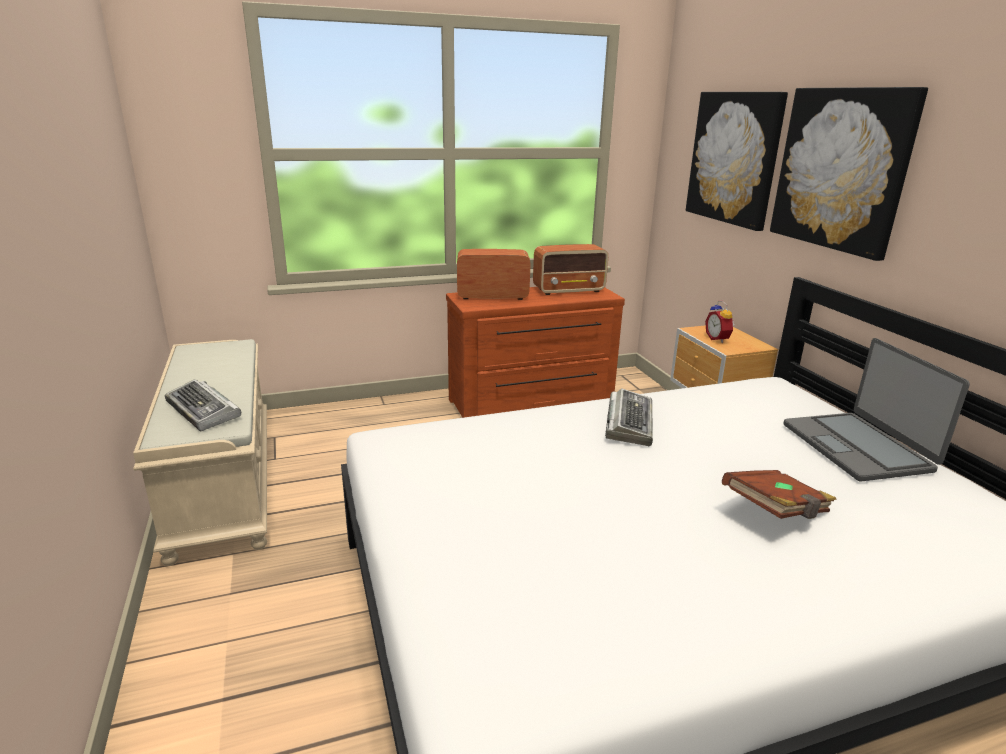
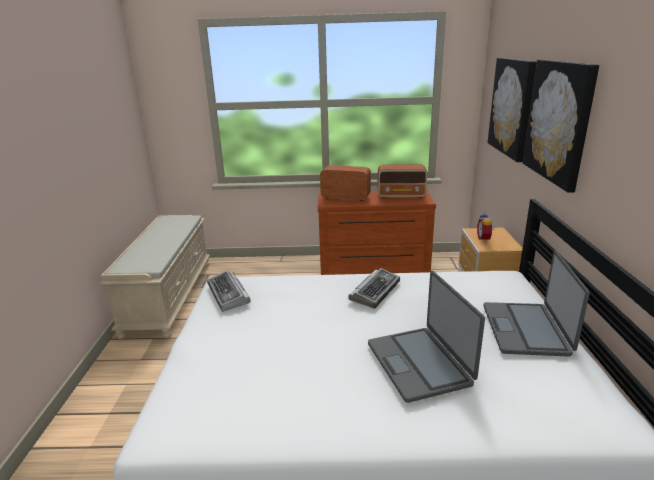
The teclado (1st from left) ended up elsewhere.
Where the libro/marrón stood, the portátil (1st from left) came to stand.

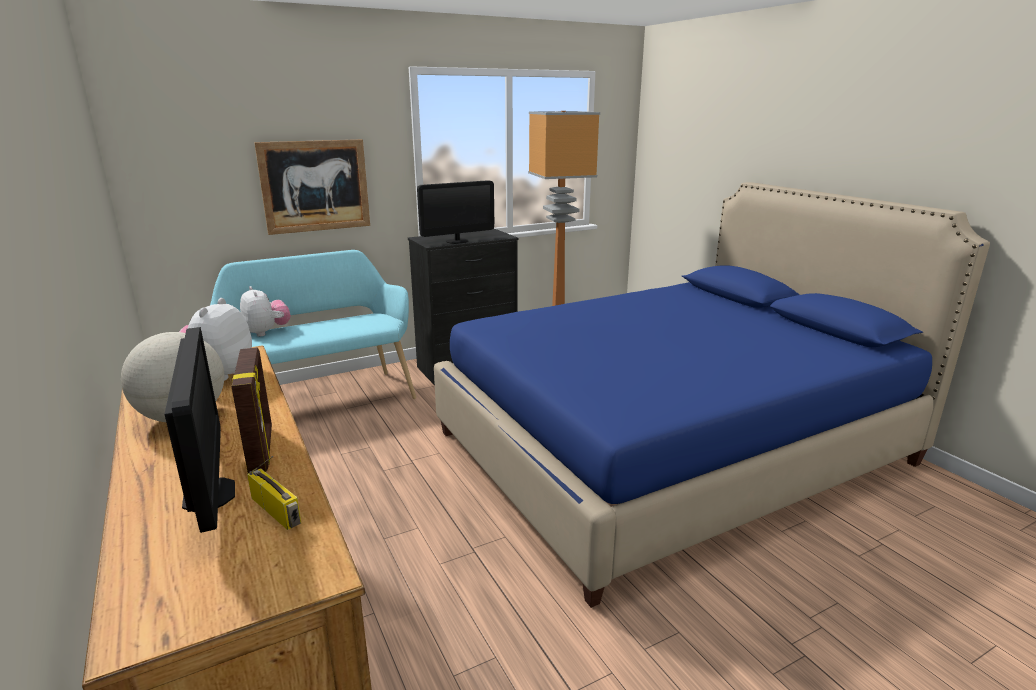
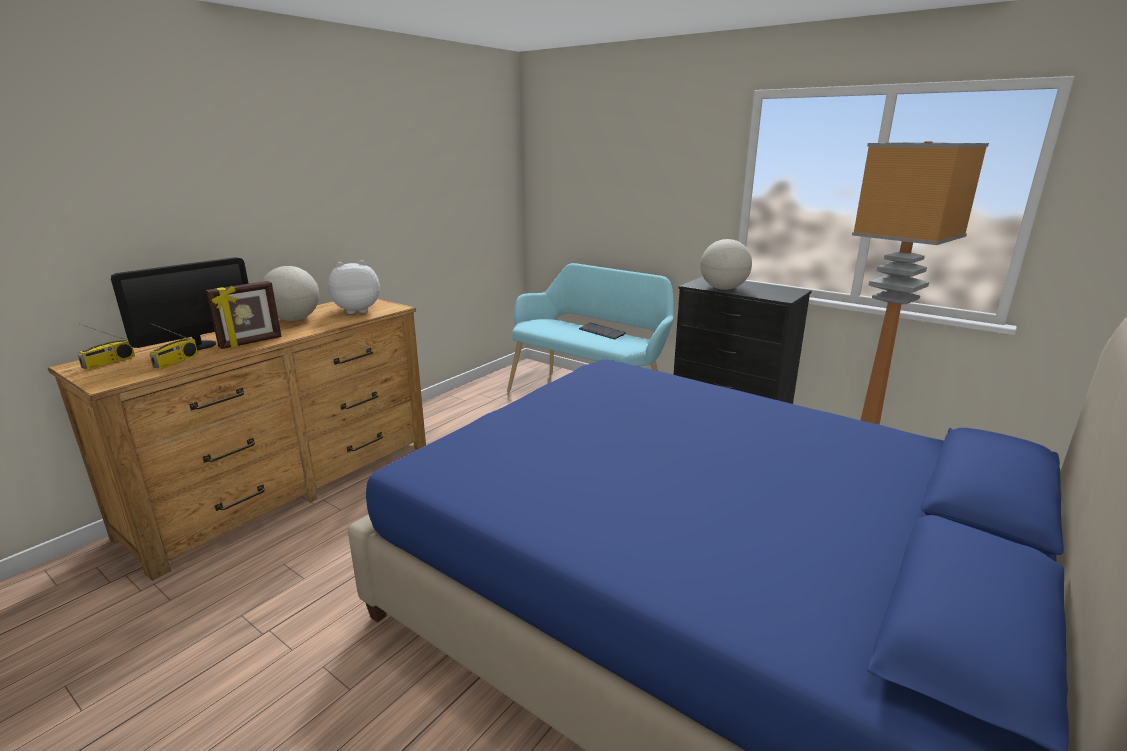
The second view lost the peluche (2nd from left).
The second view lost the cuadro.
The second view gained the radio (1st from left).
The second view gained the teclado.
Where the monitor (2nd from left) stood, the globo terráqueo (2nd from left) came to stand.

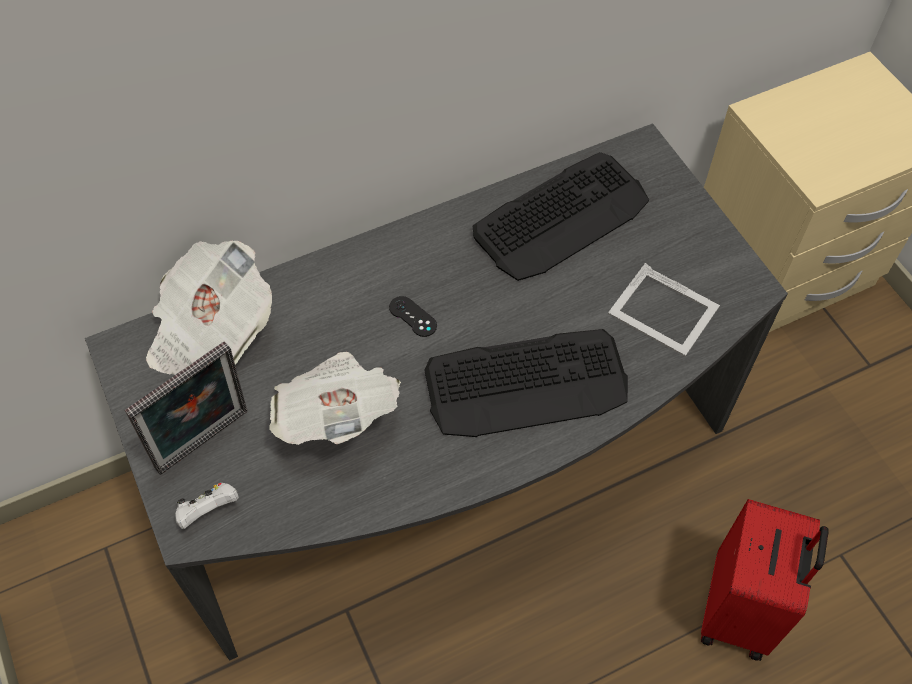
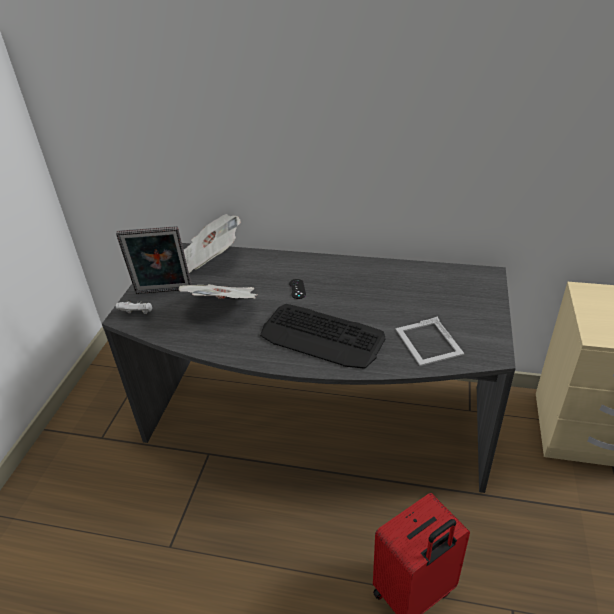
The second view lost the teclado (2nd from left).

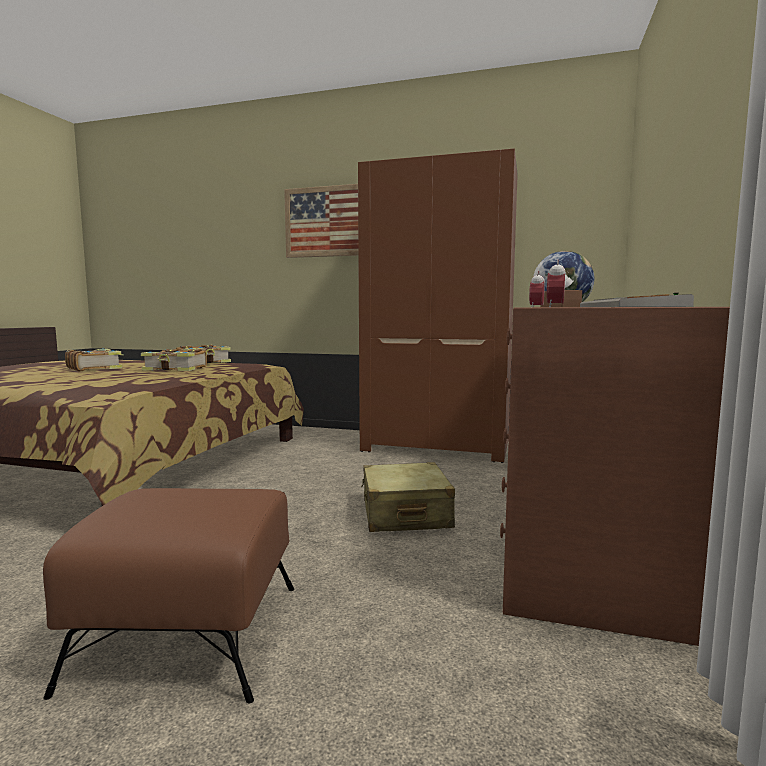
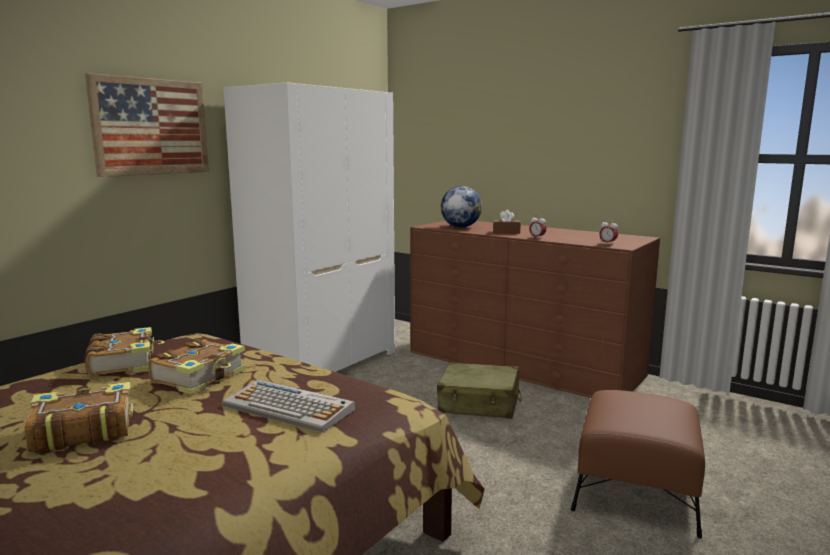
The teclado ended up elsewhere.
What was the armario ropero/marrón turned into the armario ropero/blanco.

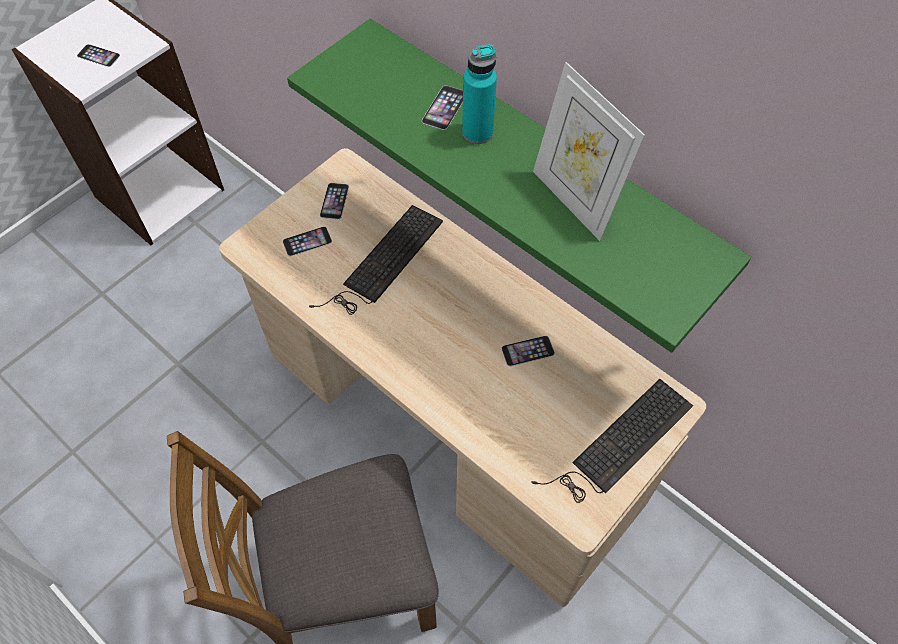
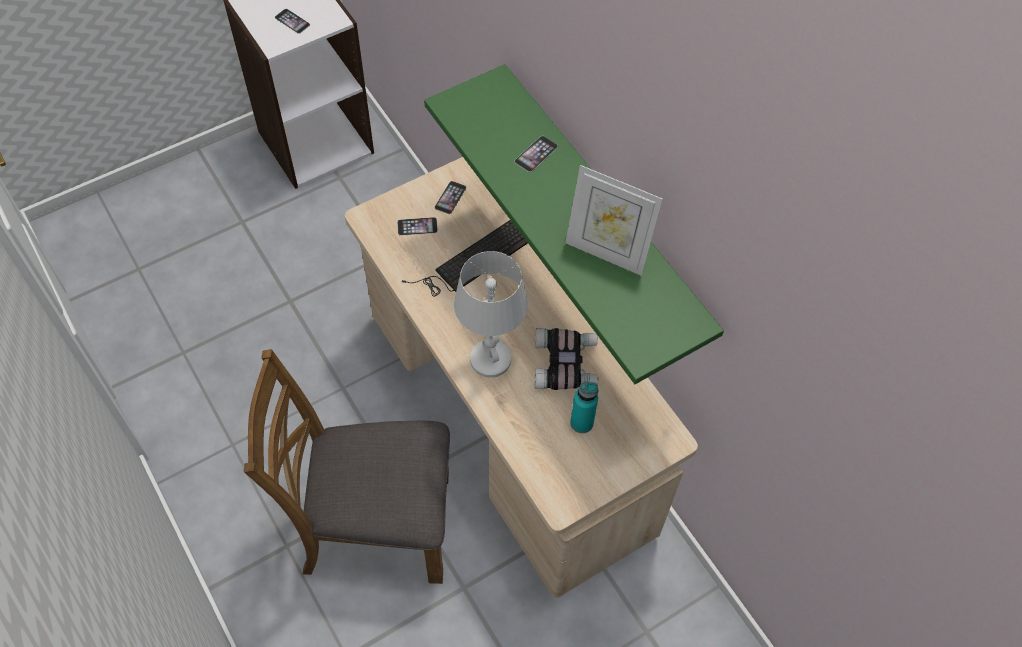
The second view lost the teclado (2nd from left).
The second view gained the lámpara de mesa/blanco.
The botella/turquesa ended up elsewhere.
Where the móvil (5th from left) stood, the prismáticos came to stand.
The portarretratos ended up facing another way, 45 degrees counterclockwise from before.

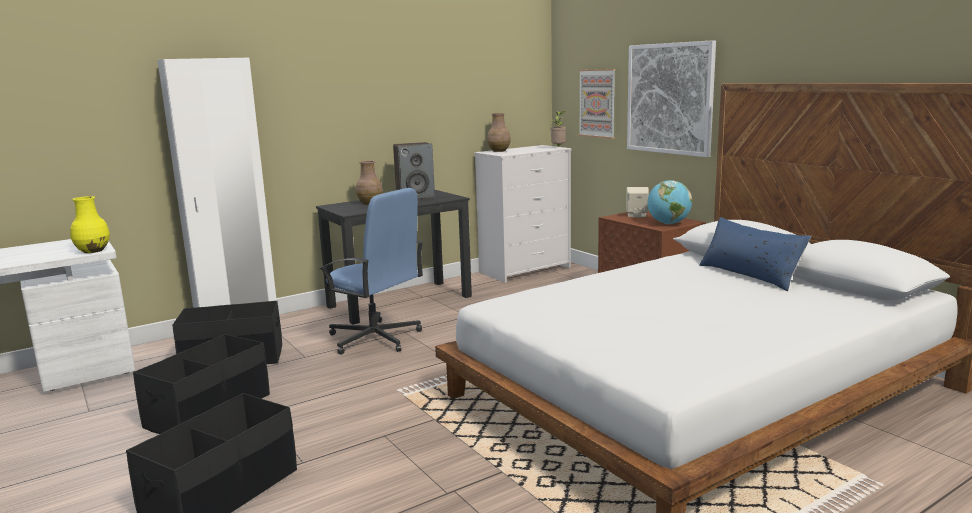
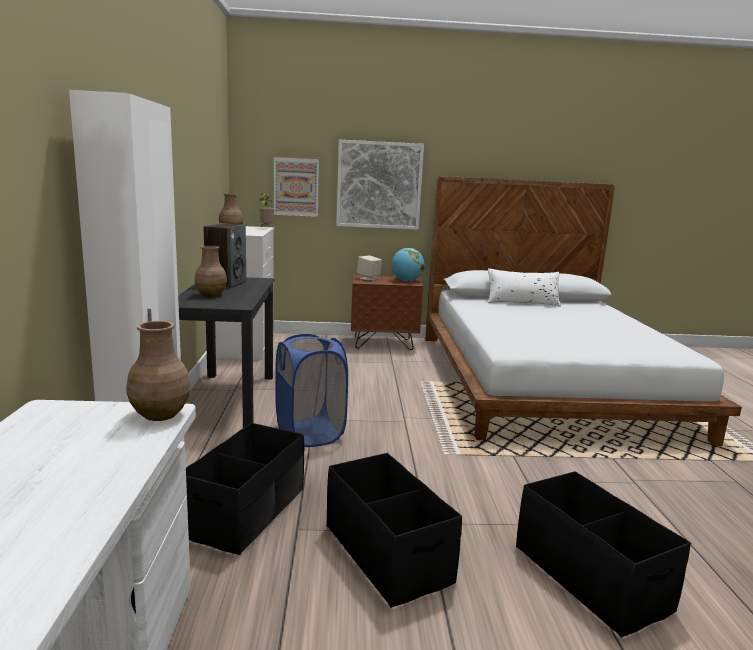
Where the silla de oficina/azul stood, the cesto de la ropa/azul came to stand.
What was the florero/amarillo turned into the florero/marrón (1st from left).
What was the cojín/azul turned into the cojín/blanco.

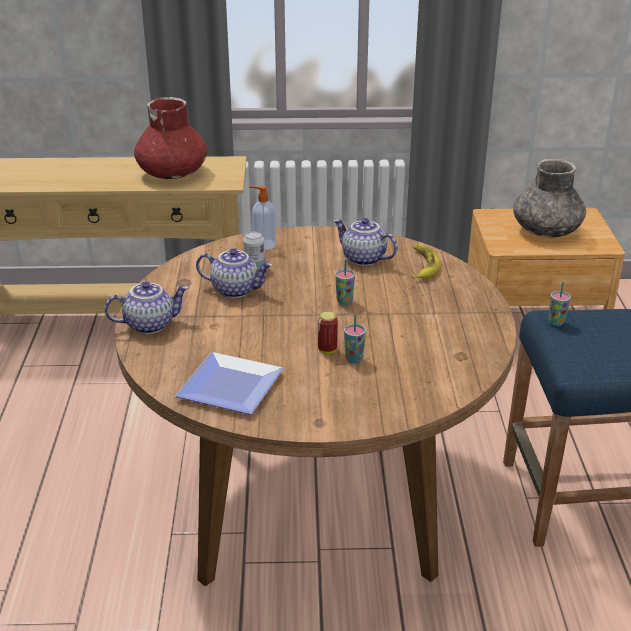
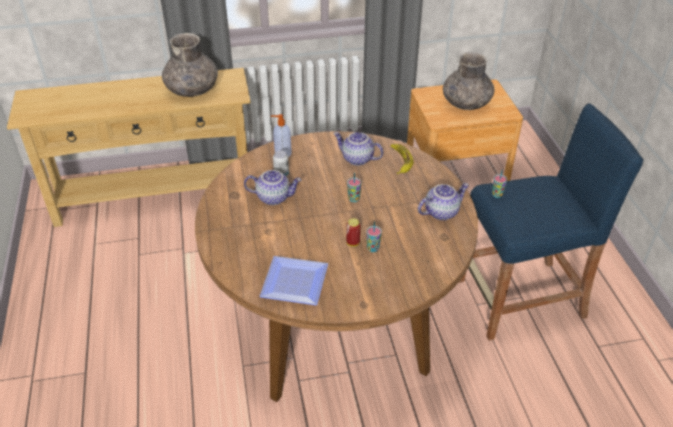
The tetera (1st from left in the first image) ended up elsewhere.
What was the florero/rojo turned into the florero/gris (1st from left).

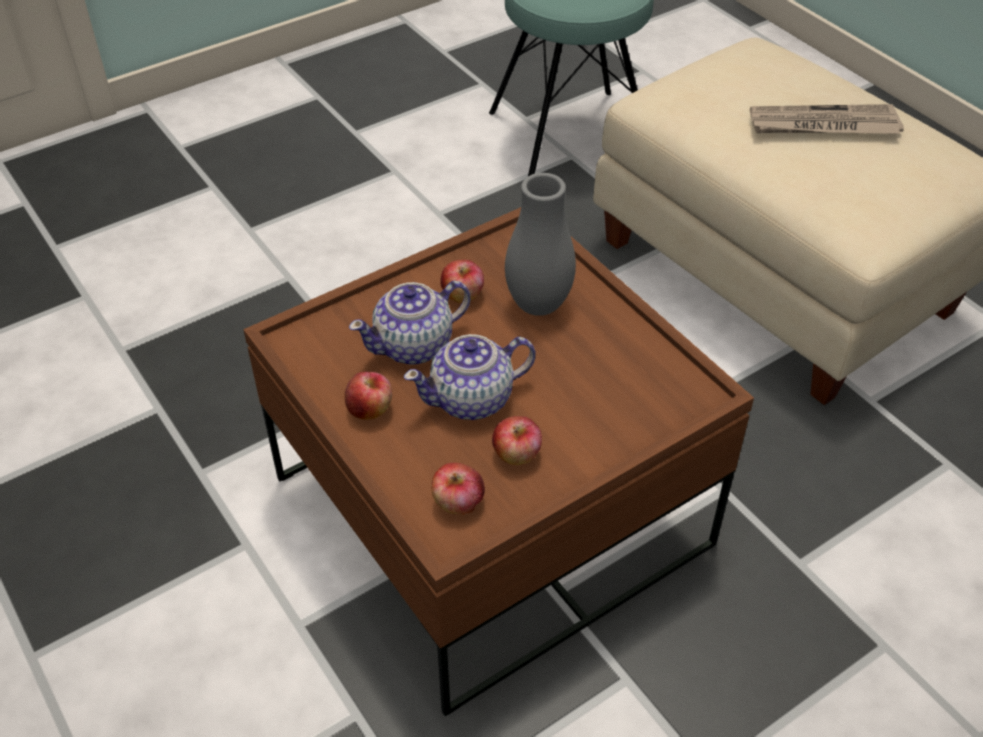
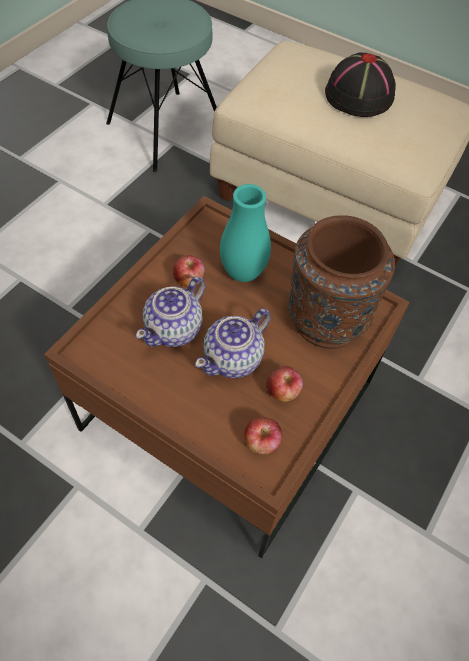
The second view lost the manzana (1st from left).
The second view gained the florero/marrón.
Where the periódico stood, the sombrero/negro came to stand.
What was the florero/gris turned into the florero/turquesa.

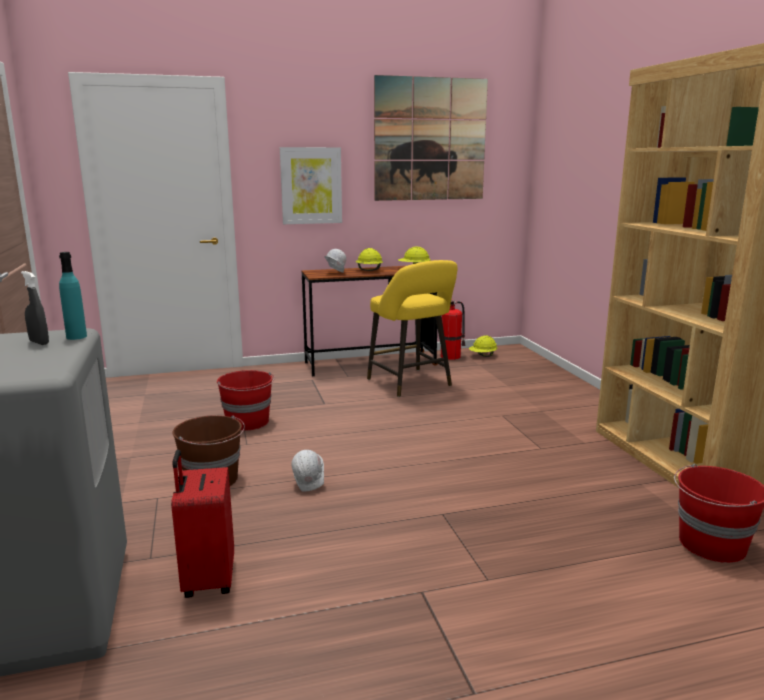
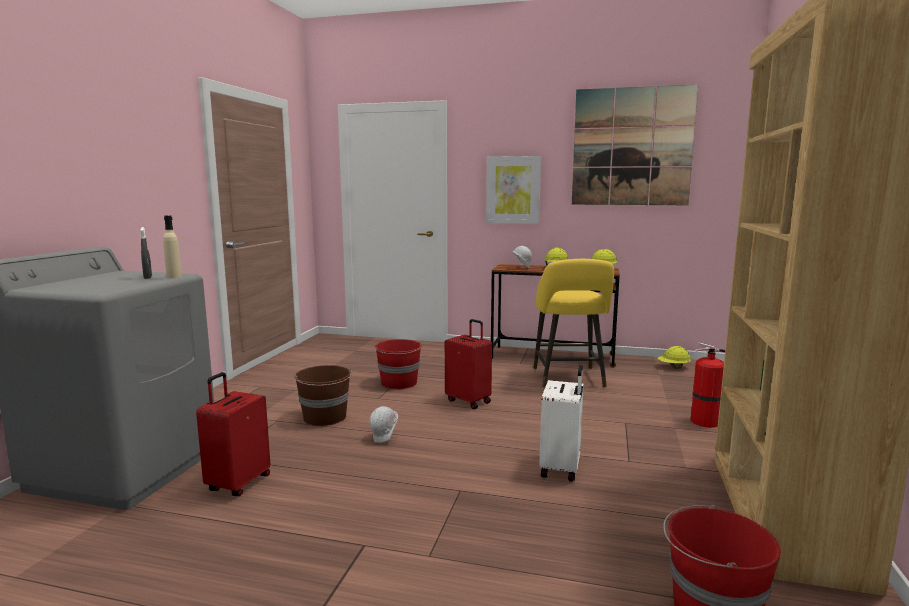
The second view gained the maleta/rojo (2nd from left).
The second view gained the maleta/blanco.
The extintor ended up elsewhere.
What was the botella/turquesa turned into the botella/beis.

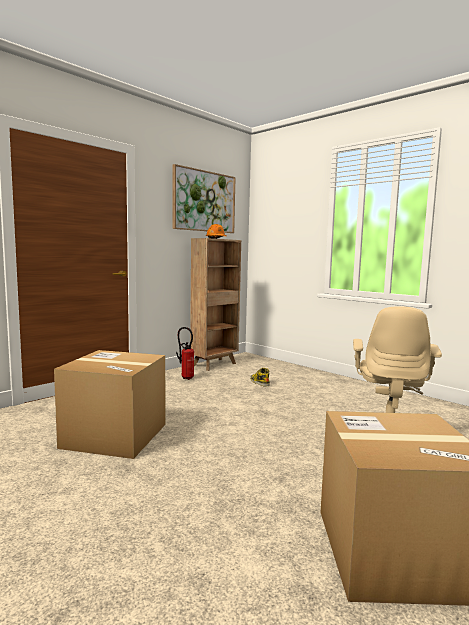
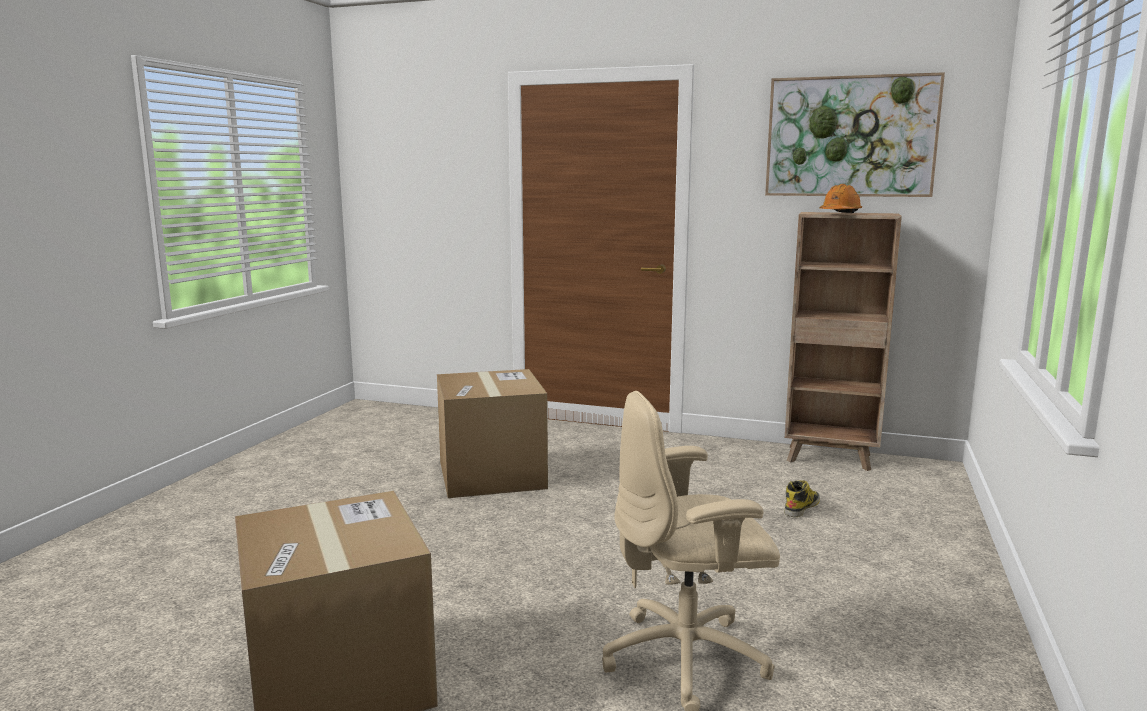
The second view lost the extintor.

